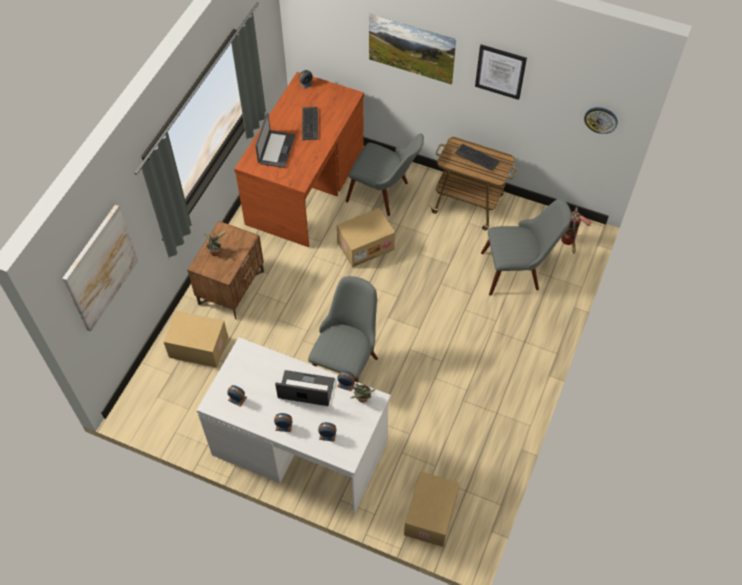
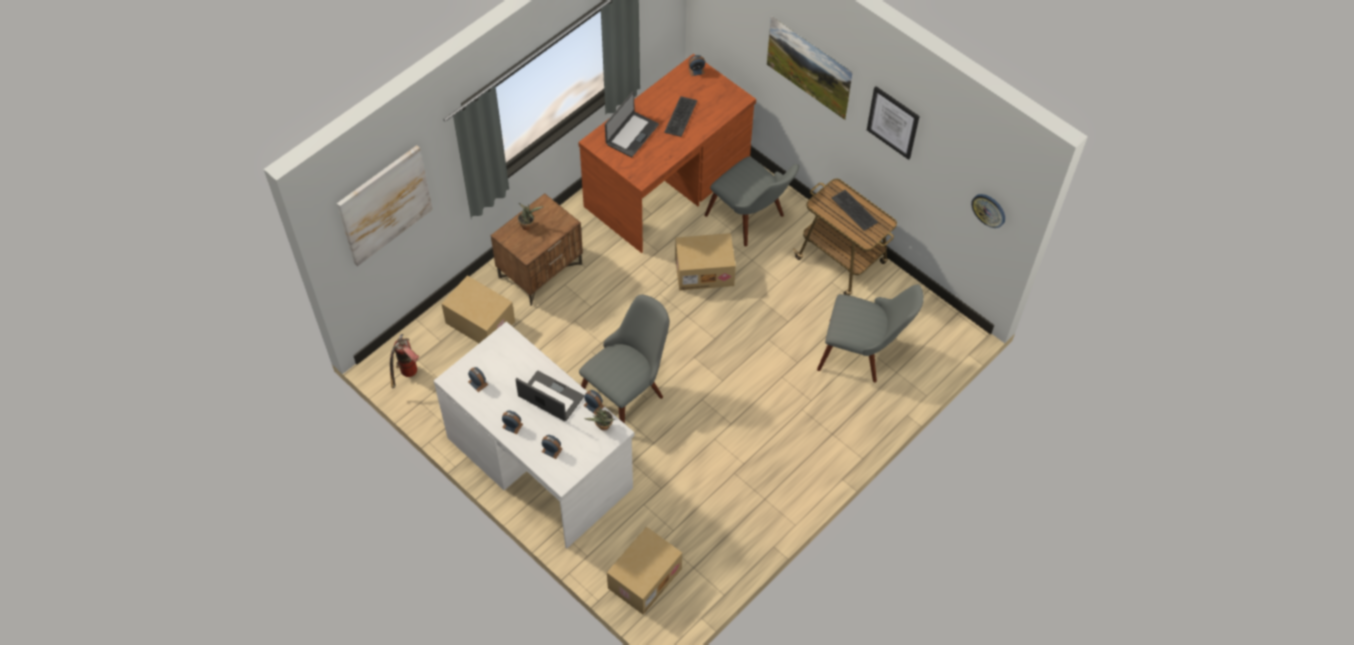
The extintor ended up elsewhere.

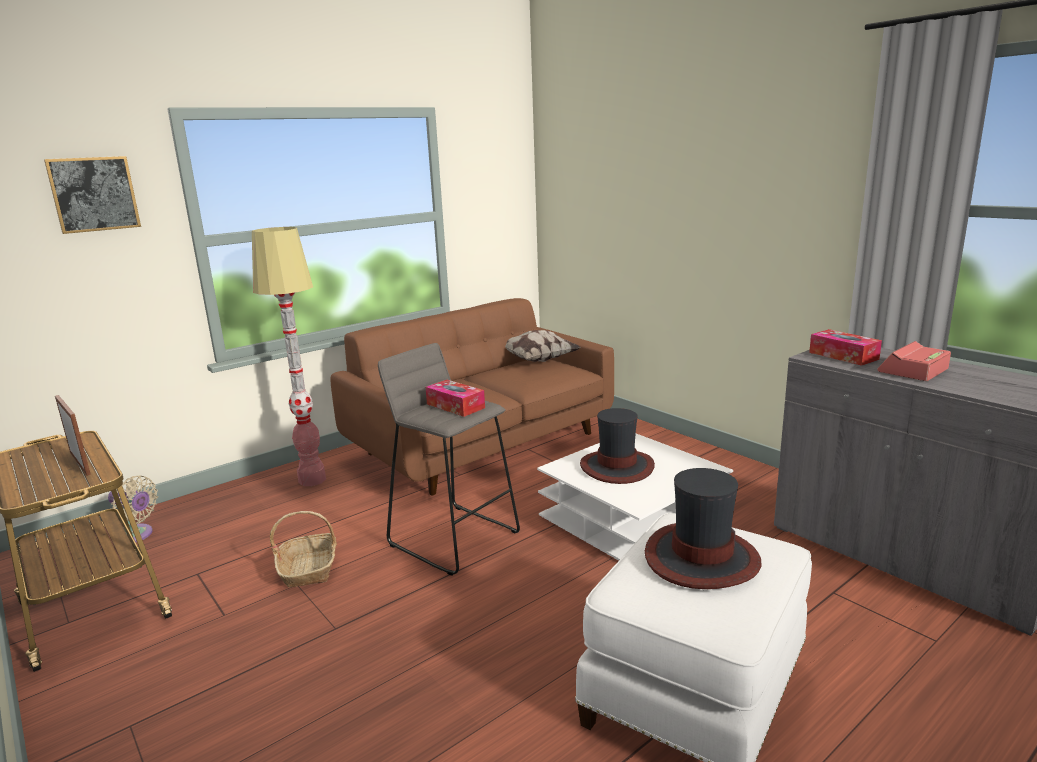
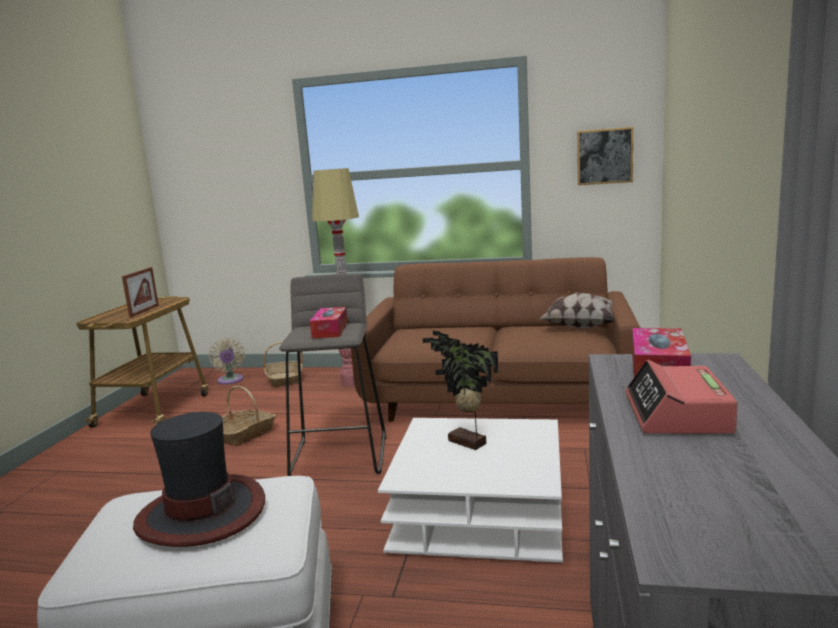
The second view gained the cesta (2nd from left).
The cuadro ended up elsewhere.
Where the sombrero (1st from left) stood, the planta en maceta came to stand.
The despertador ended up facing another way, 90 degrees counterclockwise from before.

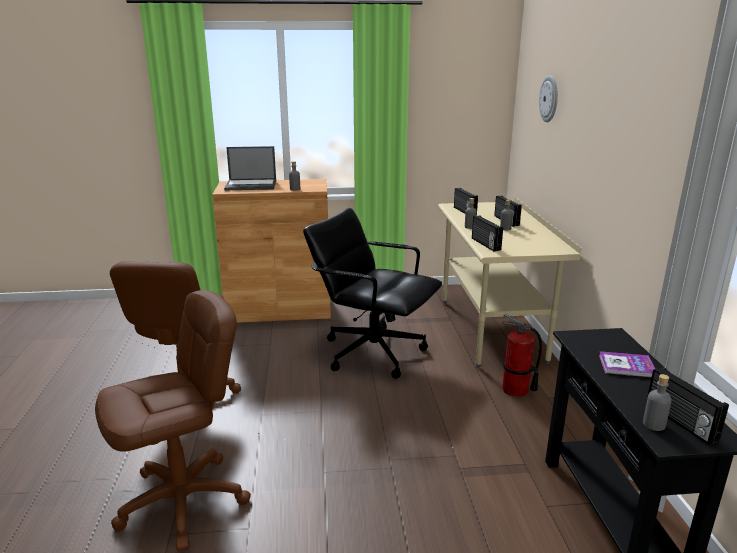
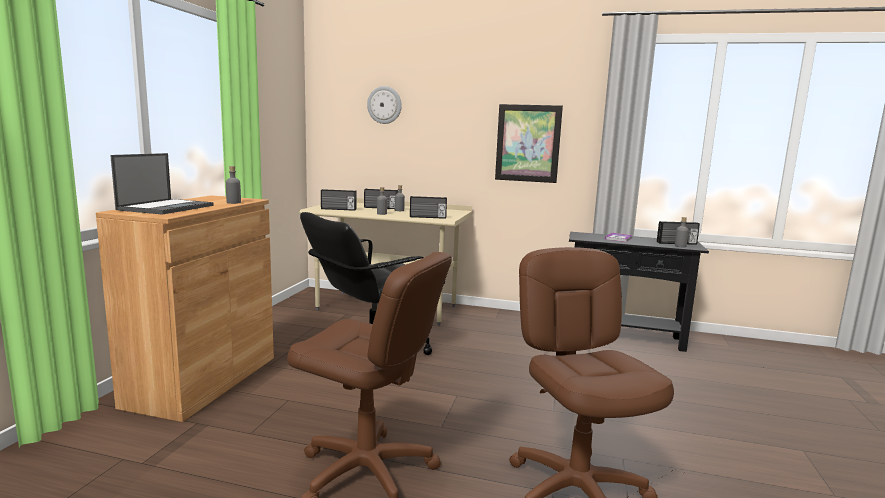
The second view lost the extintor.
The second view gained the cuadro.

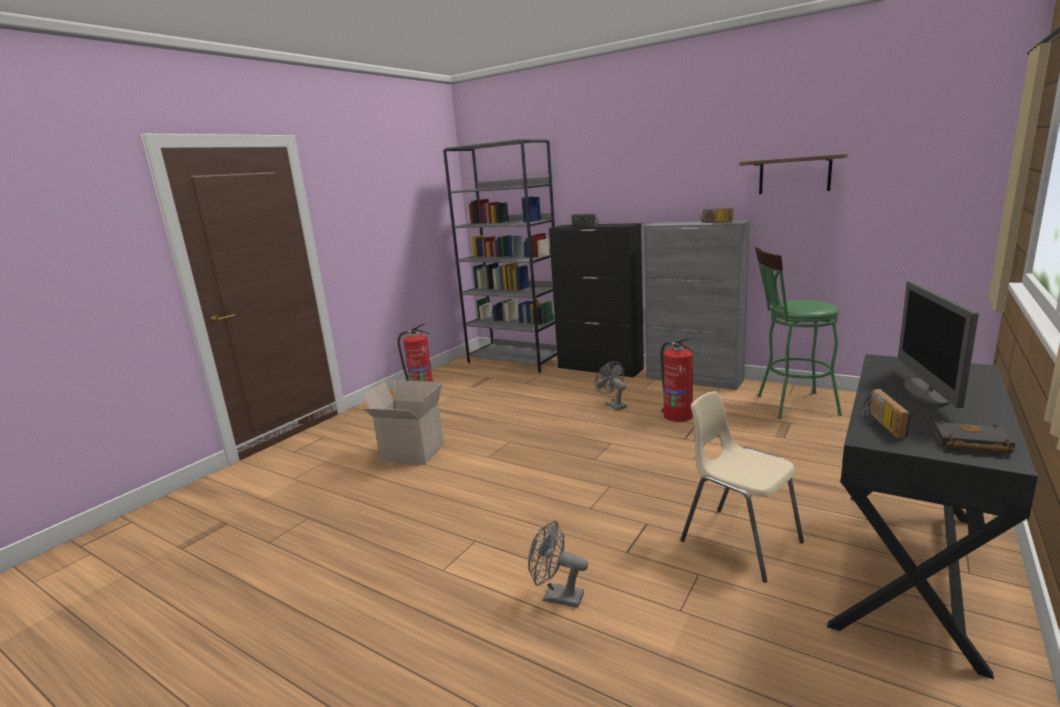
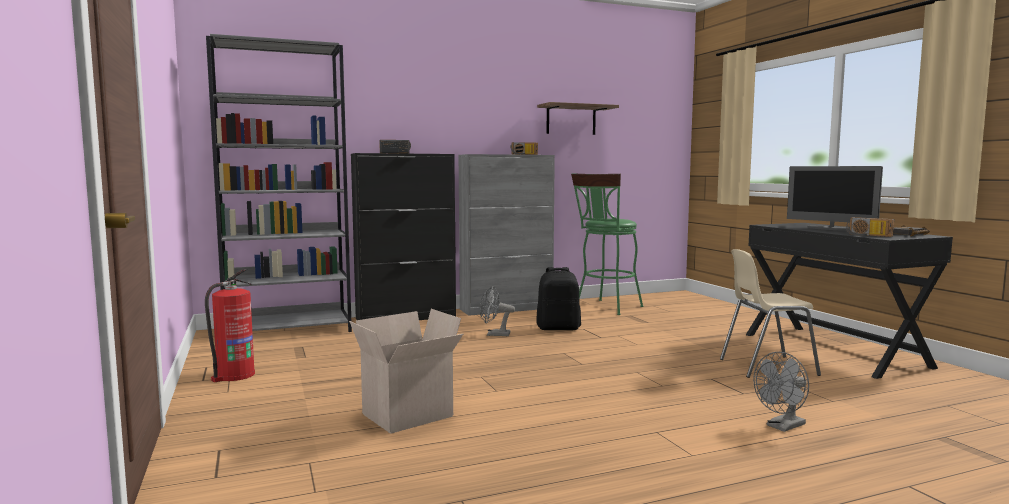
Where the extintor (2nd from left) stood, the mochila/negro came to stand.

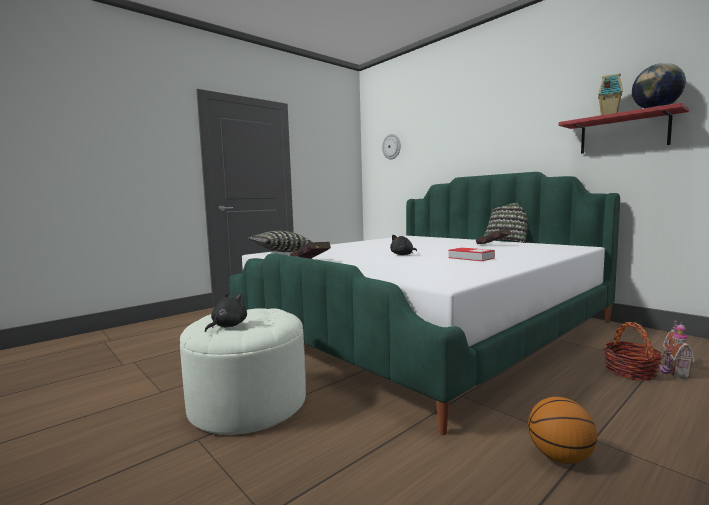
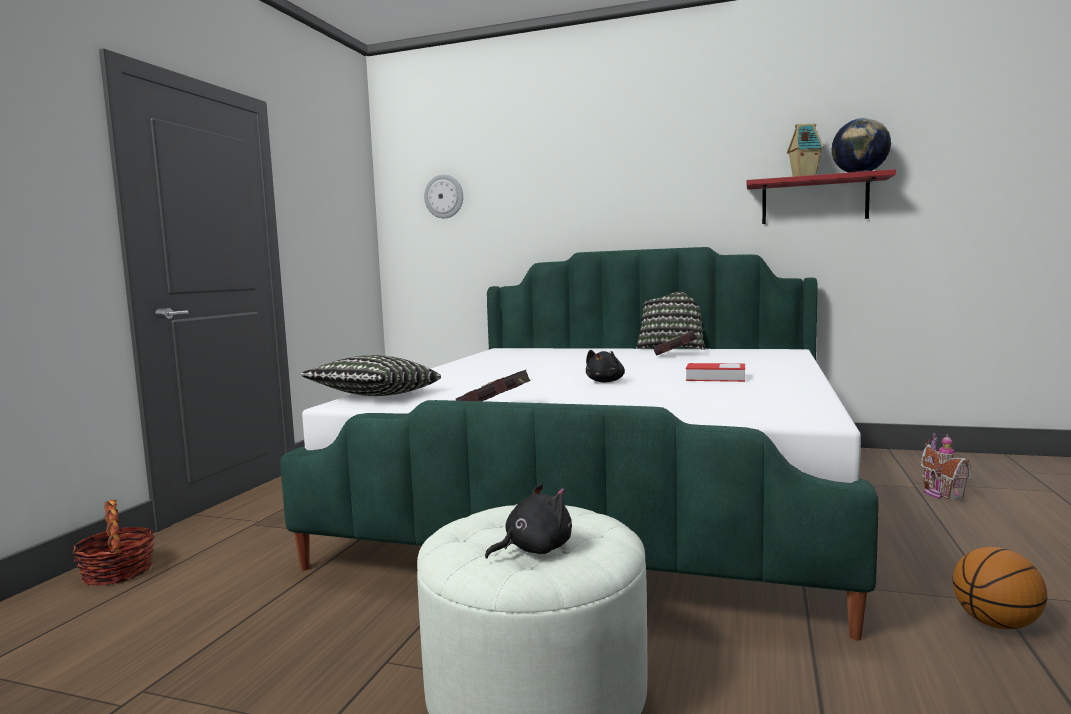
The cesta ended up elsewhere.
The peluche/negro (1st from left) ended up facing another way, 60 degrees clockwise from before.

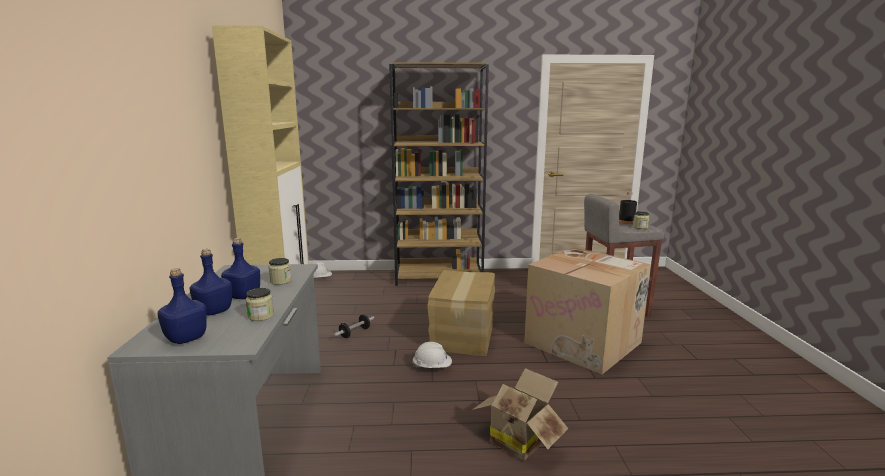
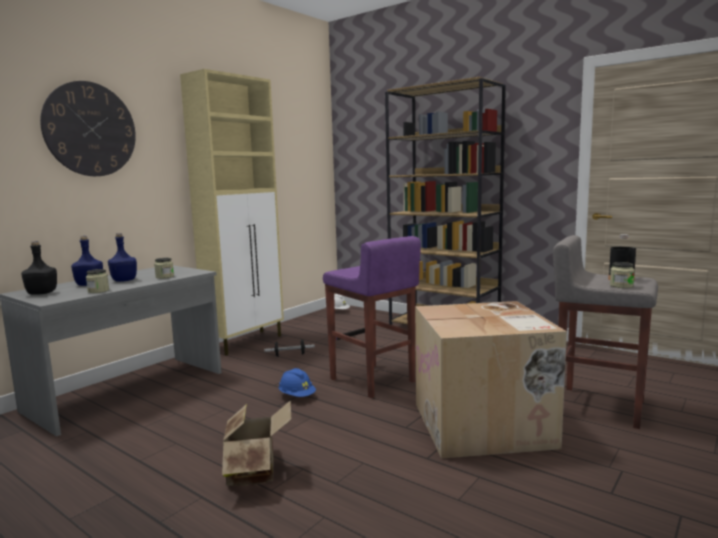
The second view gained the reloj de pared.
Where the caja de cartón (1st from left) stood, the taburete/morado came to stand.
What was the botella/azul (1st from left) turned into the botella/negro (1st from left).
What was the casco/blanco (2nd from left) turned into the casco/azul.

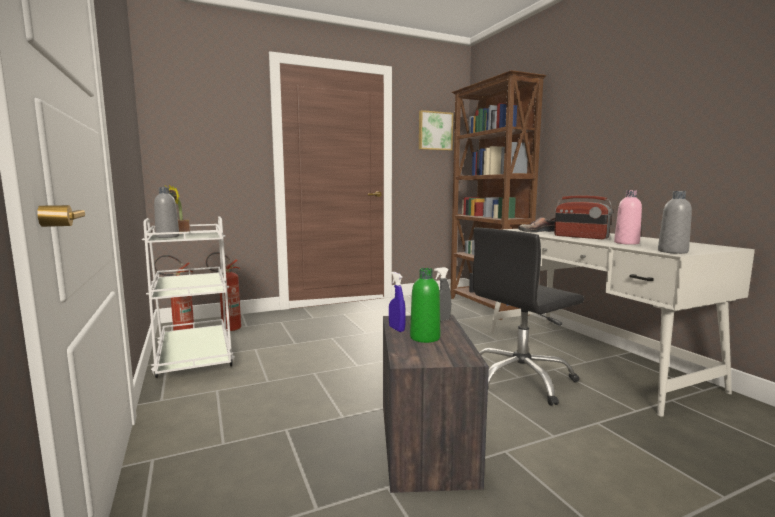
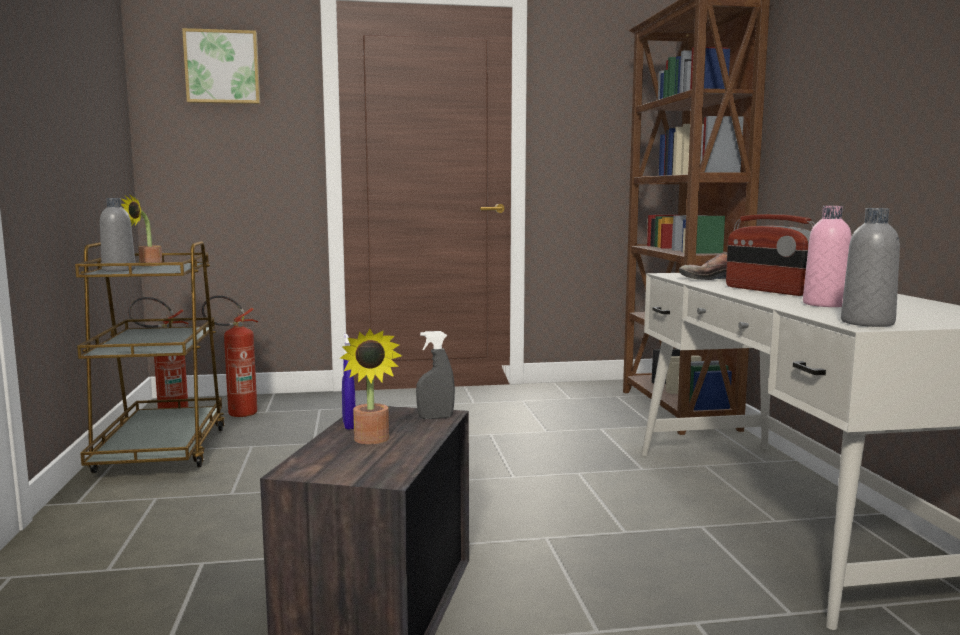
The second view lost the silla de oficina/negro.
The cuadro ended up elsewhere.
Where the botella/verde stood, the planta en maceta (2nd from left) came to stand.
What was the carrito/blanco turned into the carrito/marrón.

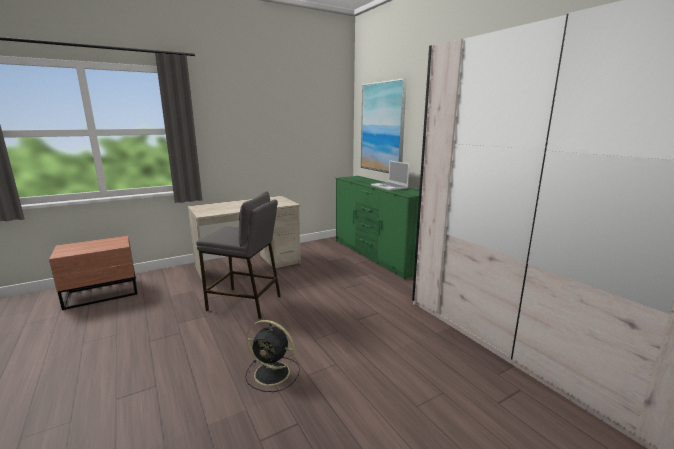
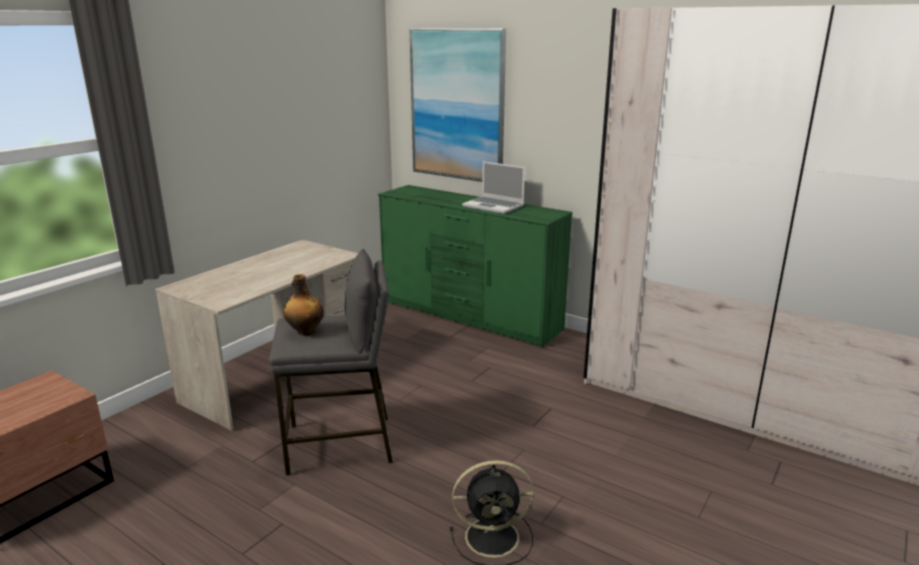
The second view gained the botella.

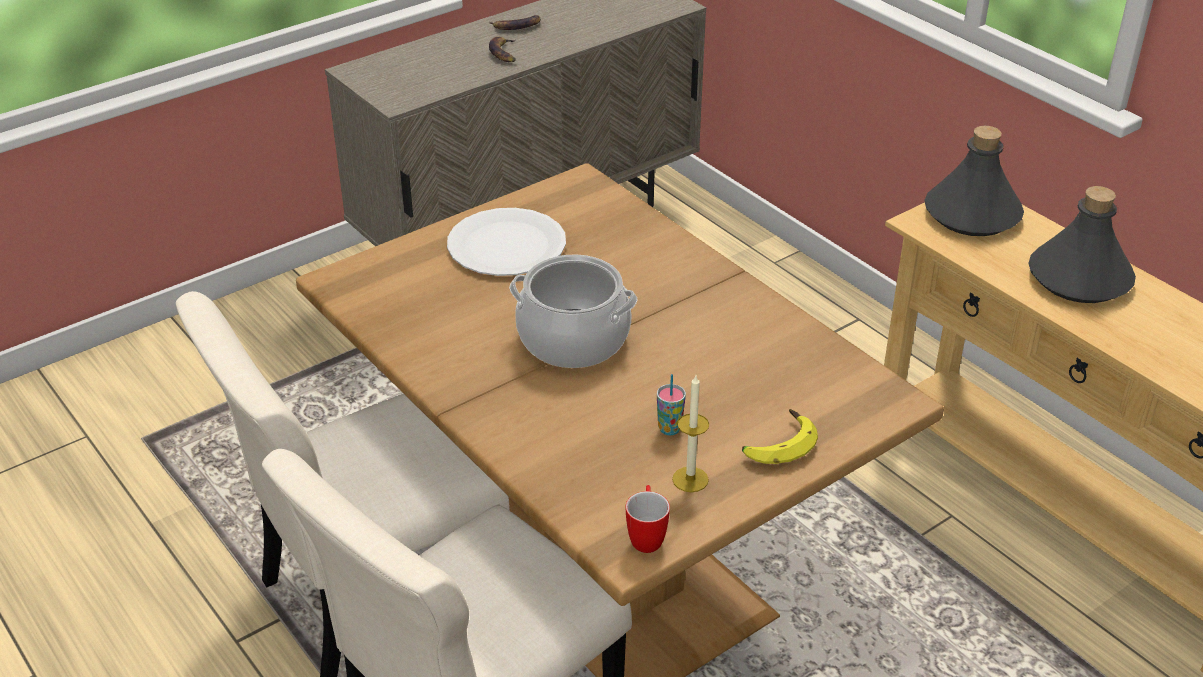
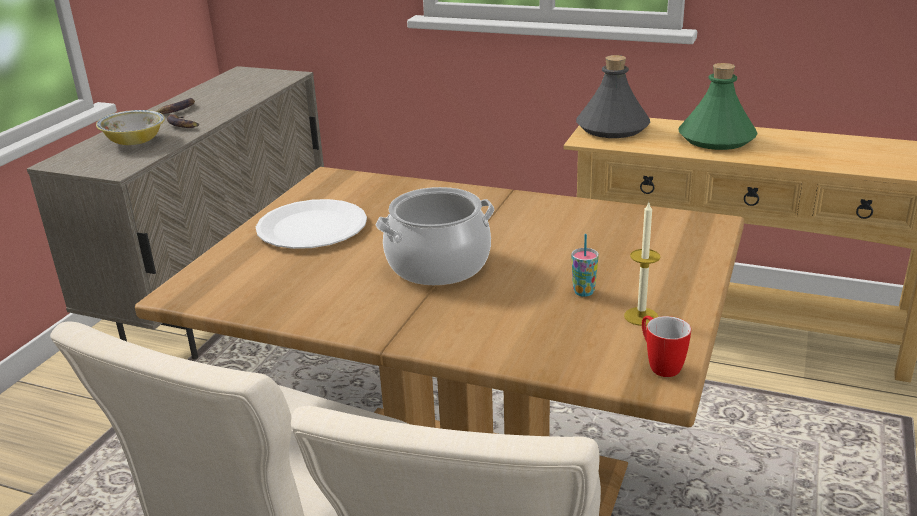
The second view lost the plátano (3rd from left).
The second view gained the cuenco.
What was the botella/gris (2nd from left) turned into the botella/verde.

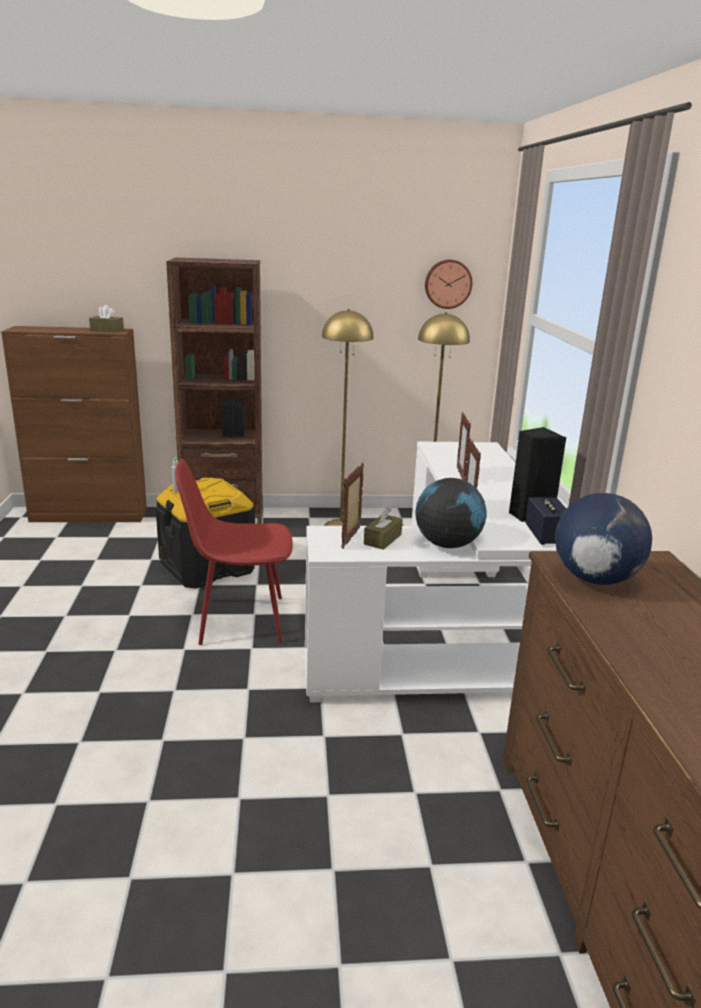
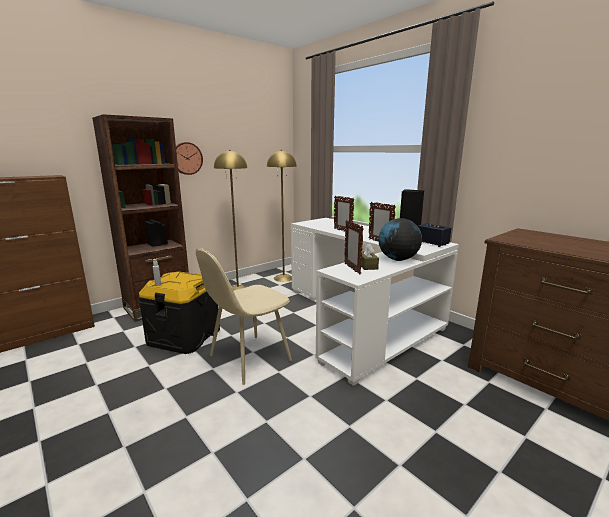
The second view lost the caja de pañuelos/marrón (1st from left).
The second view lost the globo terráqueo (2nd from left).
The reloj de pared ended up elsewhere.
What was the silla/rojo turned into the silla/beis.

